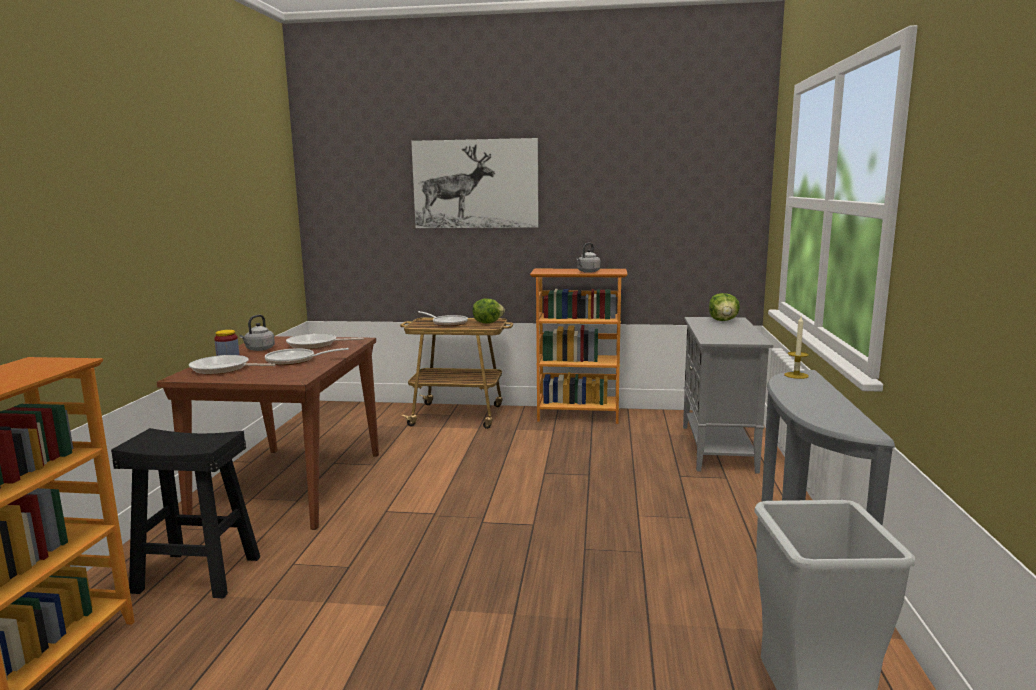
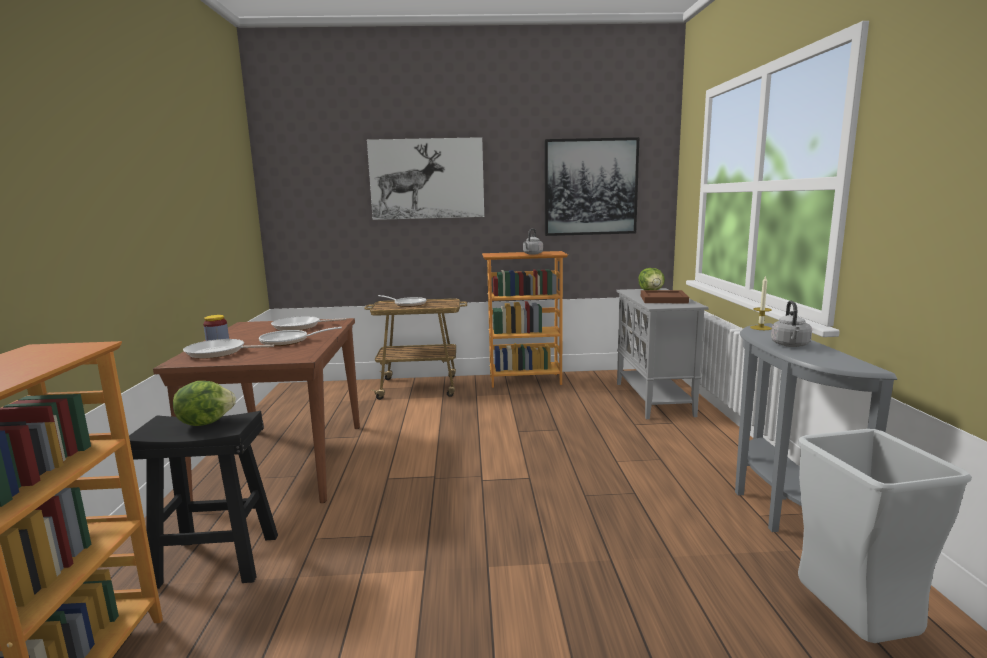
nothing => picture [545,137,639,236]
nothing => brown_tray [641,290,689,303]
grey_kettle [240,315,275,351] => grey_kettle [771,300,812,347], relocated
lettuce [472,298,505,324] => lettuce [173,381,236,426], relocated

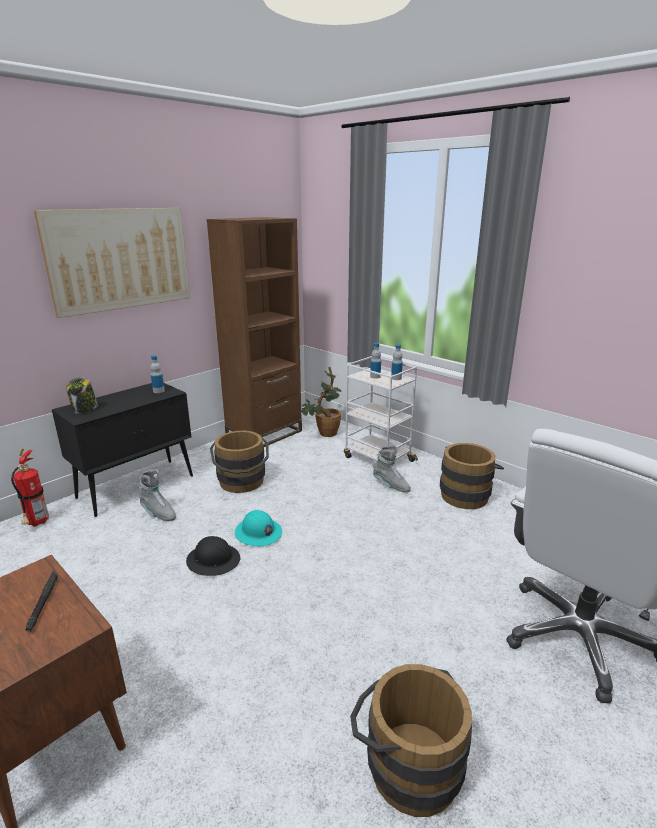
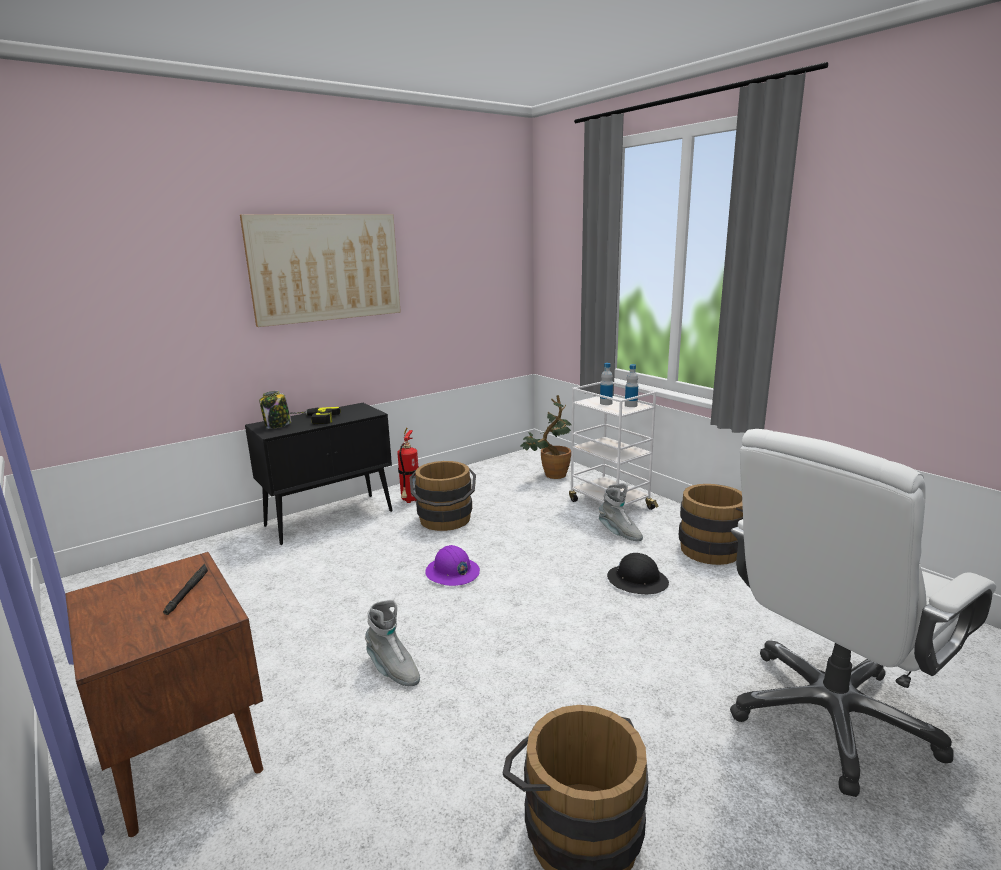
bottle [150,355,165,393] => nothing
brown_bookcase [207,217,302,447] => nothing
nothing => power_drill [290,407,341,425]
fire_extinguisher [11,449,49,527] => fire_extinguisher [397,428,419,503], relocated
grey_boot [138,469,176,521] => grey_boot [365,600,420,686], relocated
black_hard_hat [186,536,240,576] => black_hard_hat [607,553,669,595], relocated
turquoise_hard_hat [235,510,282,546] => purple_hard_hat [425,545,480,586]

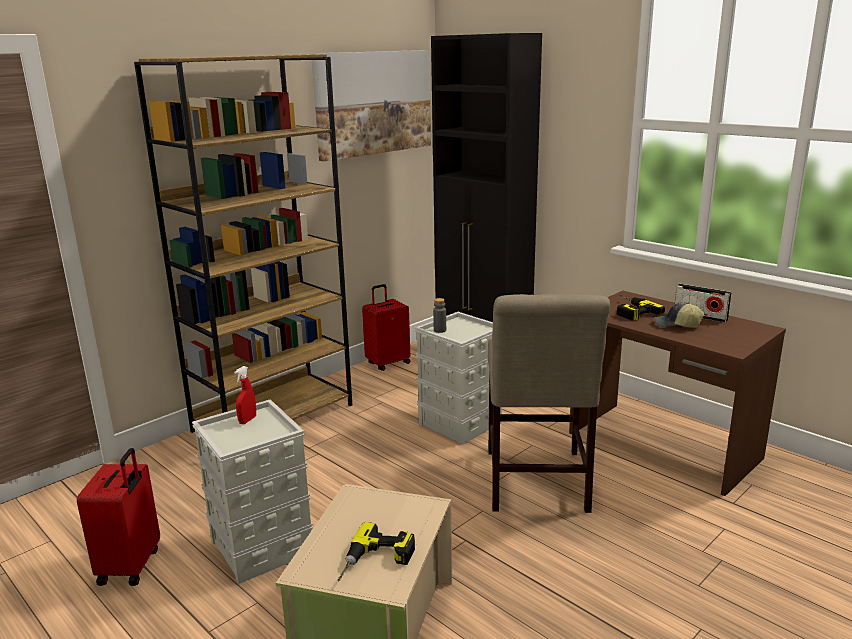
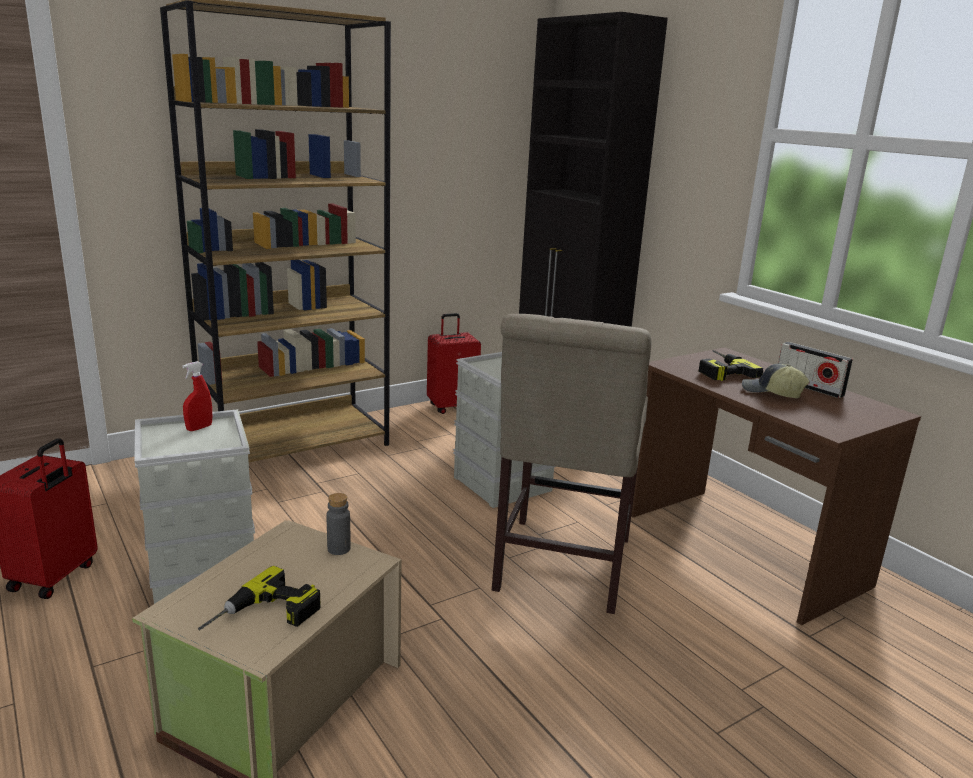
picture [311,50,431,161] => nothing
grey_bottle [433,298,446,333] => grey_bottle [326,493,351,555], relocated

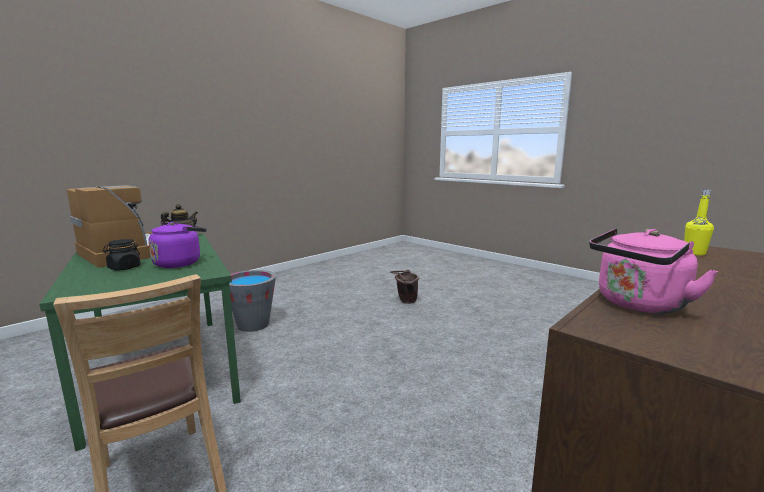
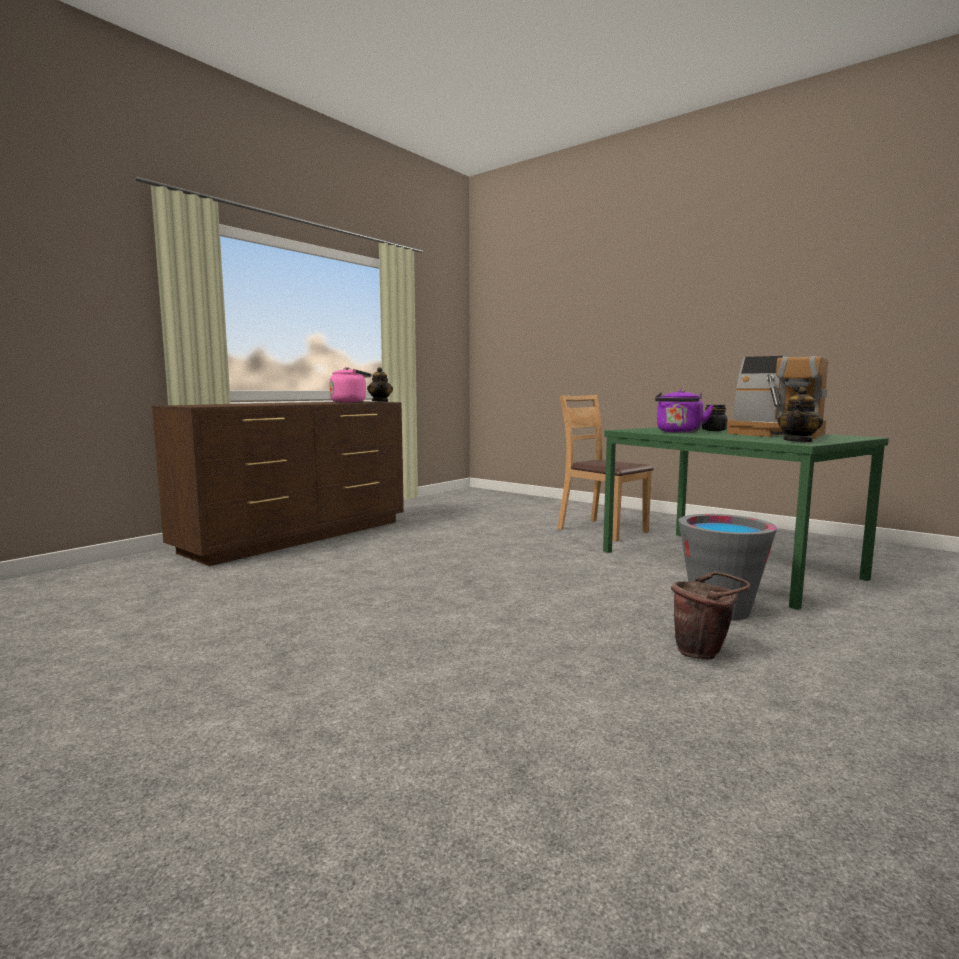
yellow_bottle [684,189,714,255] => nothing
nothing => teapot [367,367,393,402]
brown_bucket [390,270,419,304] => brown_bucket [671,571,750,660], relocated

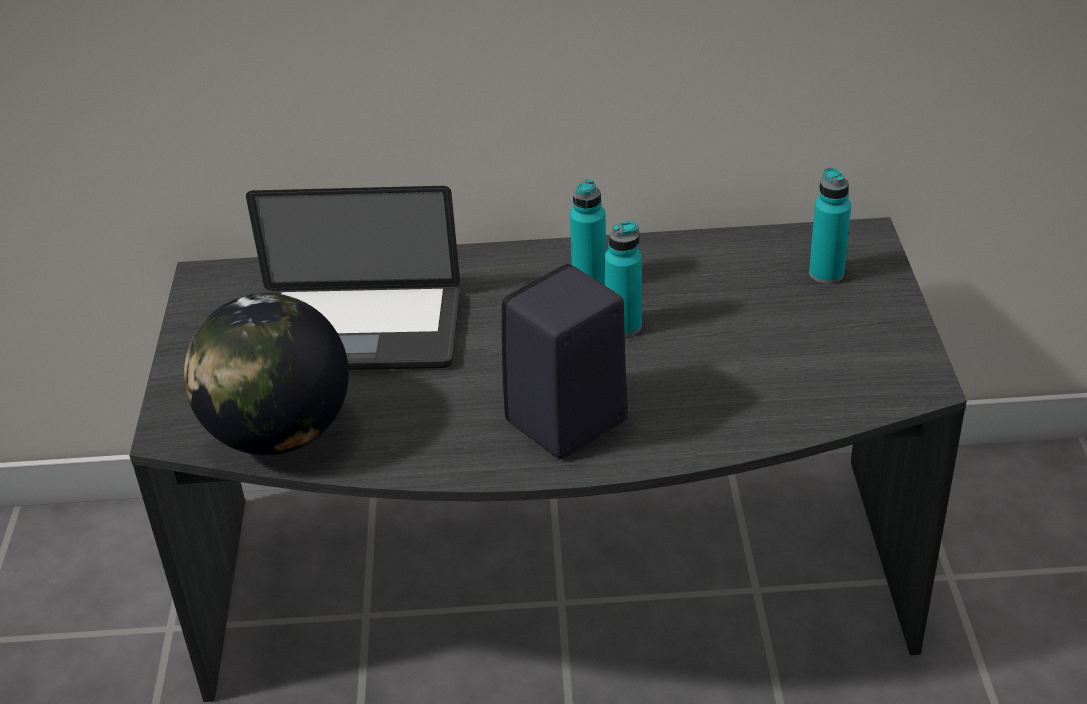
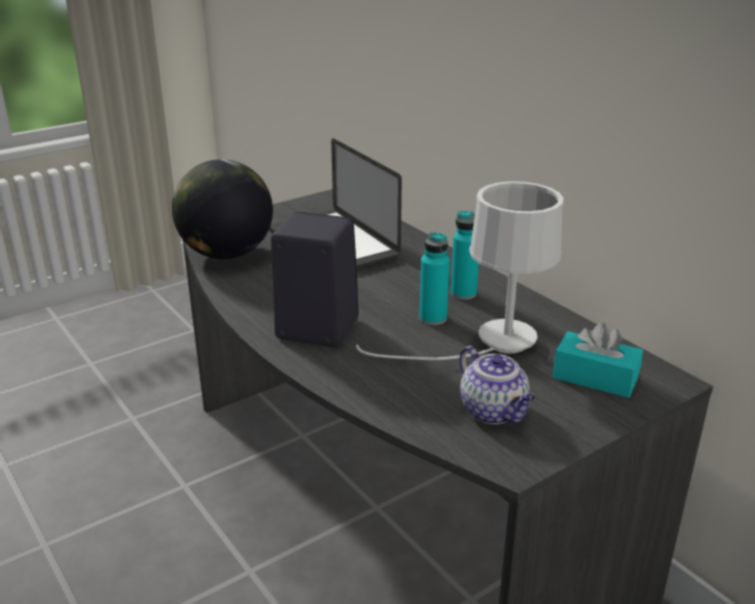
nothing => white_table_lamp [356,181,564,360]
nothing => teapot [460,346,535,424]
turquoise_bottle [809,167,851,284] => turquoise_tissue_box [553,322,643,398]

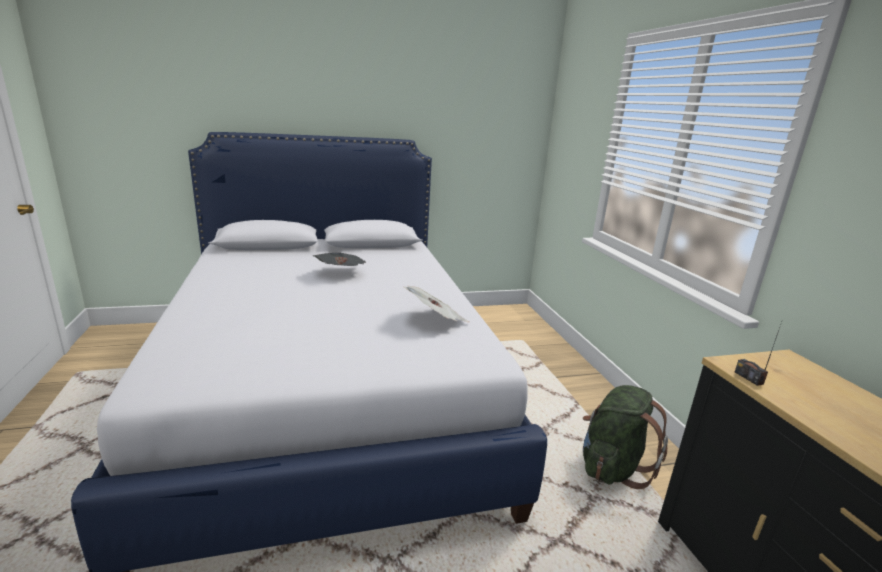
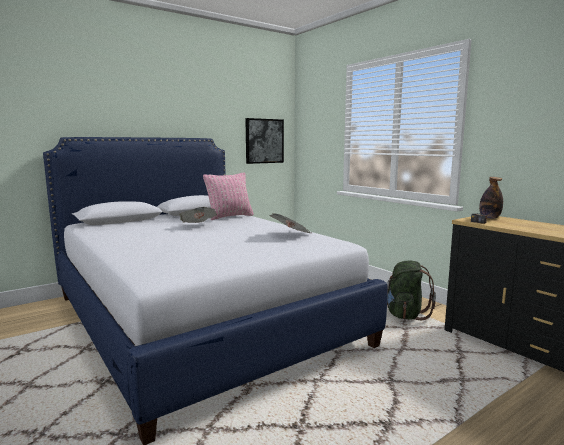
nothing => pink_pillow [203,172,254,220]
nothing => picture [245,118,284,164]
nothing => bottle [479,177,503,219]

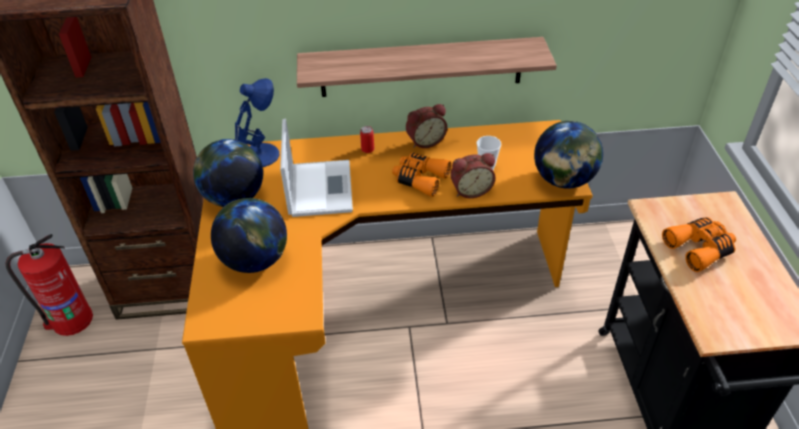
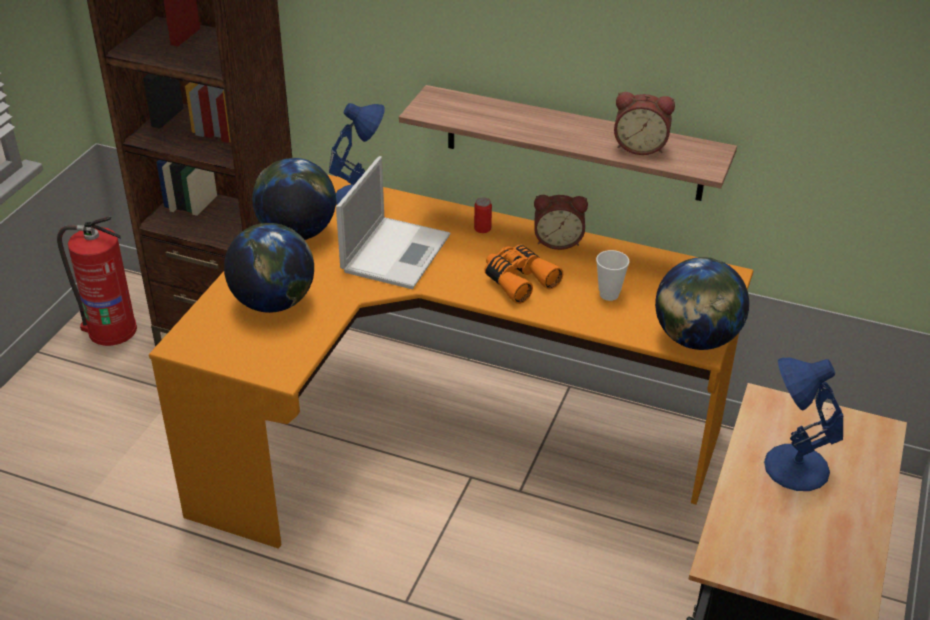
alarm_clock [450,153,495,198] => alarm_clock [614,92,675,155], relocated
orange_binoculars [662,217,736,272] => blue_table_lamp [764,358,843,491]

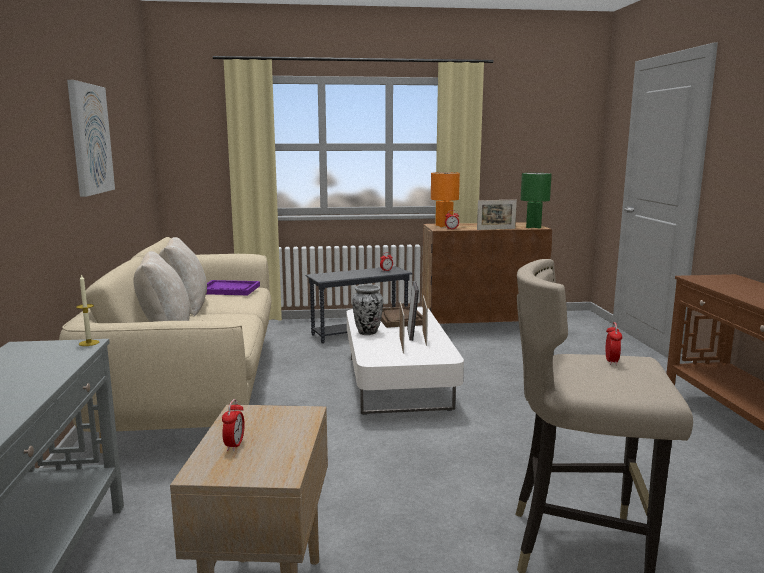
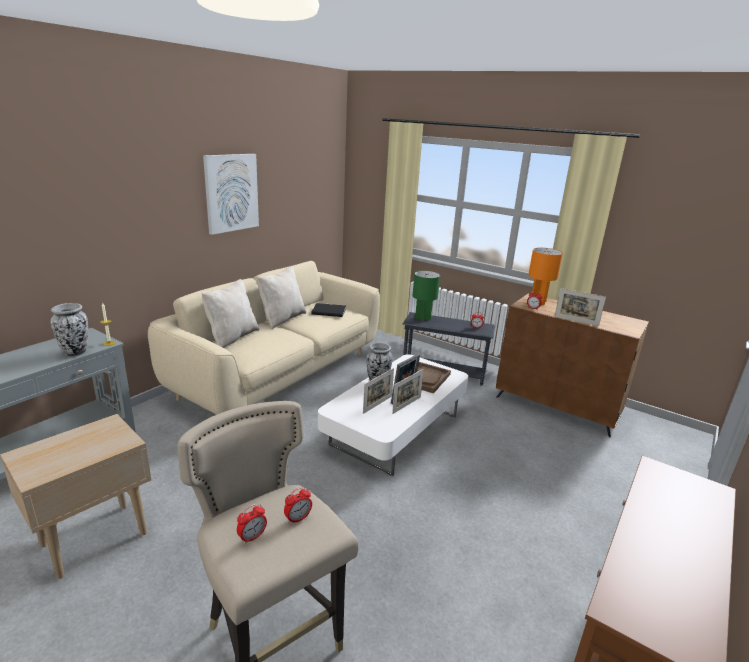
nothing => vase [50,303,88,357]
alarm_clock [222,399,245,451] => alarm_clock [237,504,267,544], relocated
green_table_lamp [521,173,552,229] => green_table_lamp [412,270,440,322], relocated
purple_tray [207,280,260,295] => black_book [311,303,346,317]

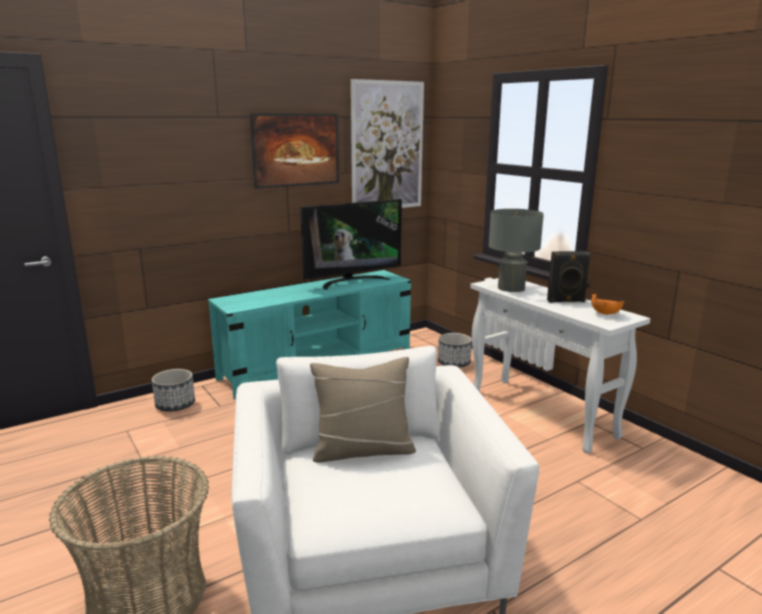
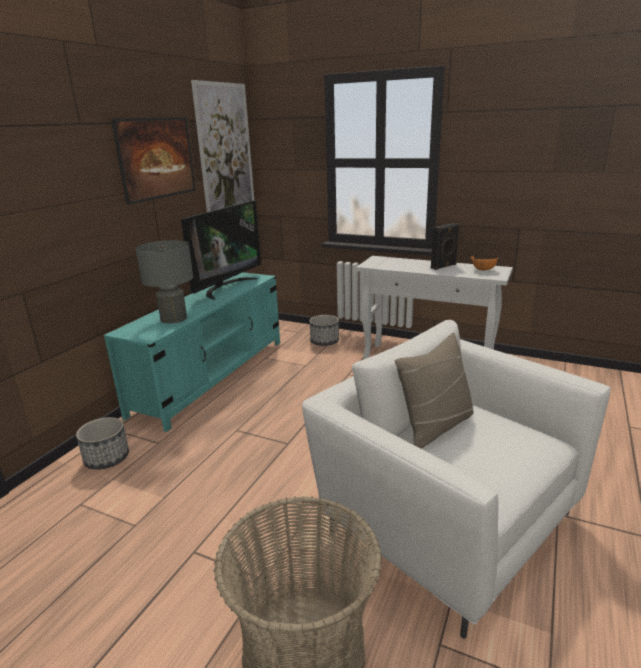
grey_table_lamp [489,209,544,292] => grey_table_lamp [135,240,193,324], relocated

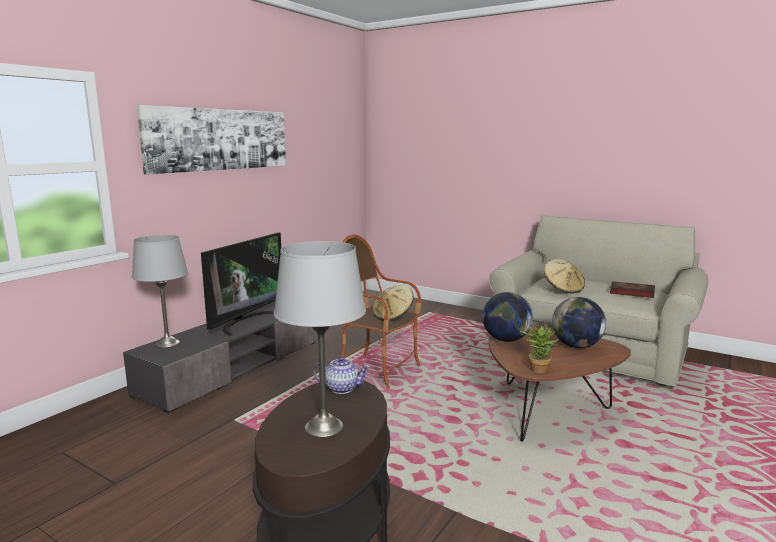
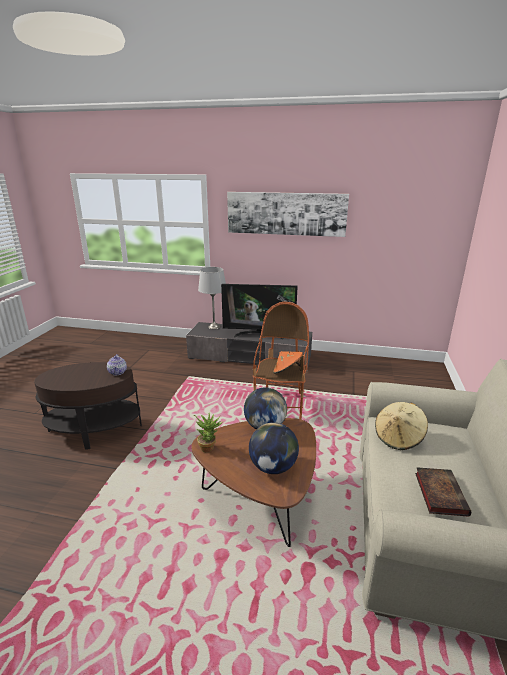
grey_table_lamp [274,241,366,437] => nothing
beige_hat [372,285,414,321] => orange_hat [273,351,306,374]

